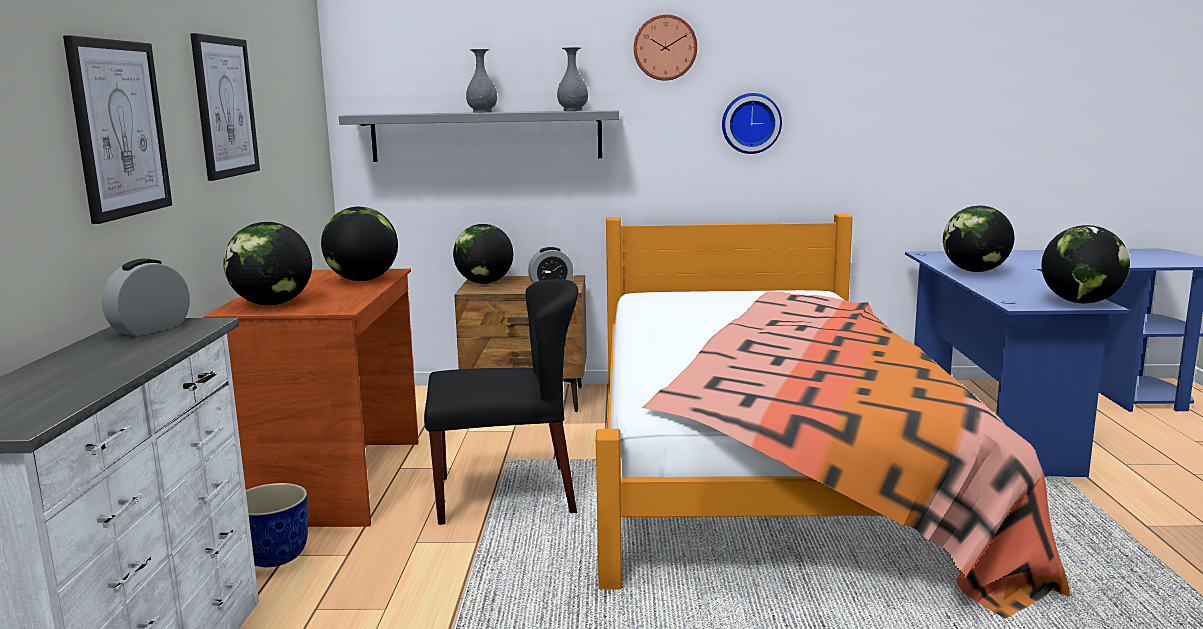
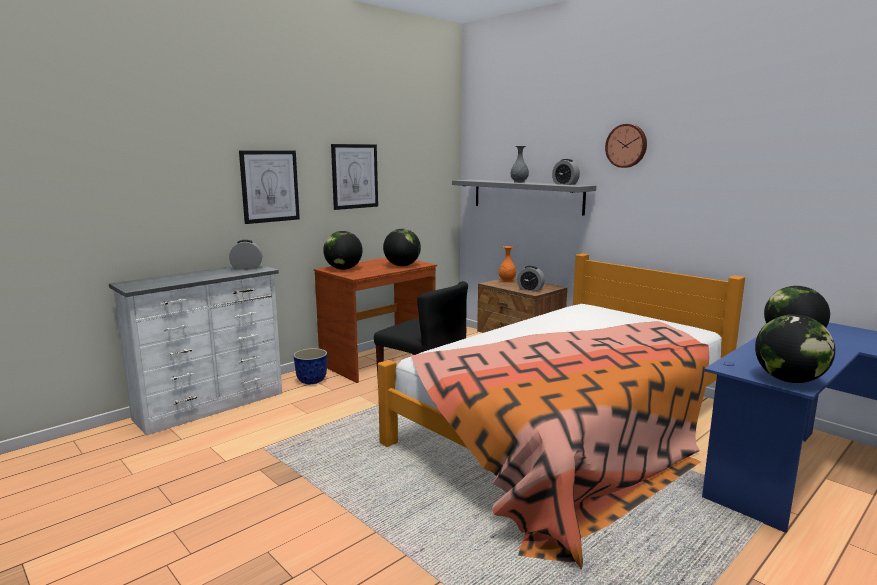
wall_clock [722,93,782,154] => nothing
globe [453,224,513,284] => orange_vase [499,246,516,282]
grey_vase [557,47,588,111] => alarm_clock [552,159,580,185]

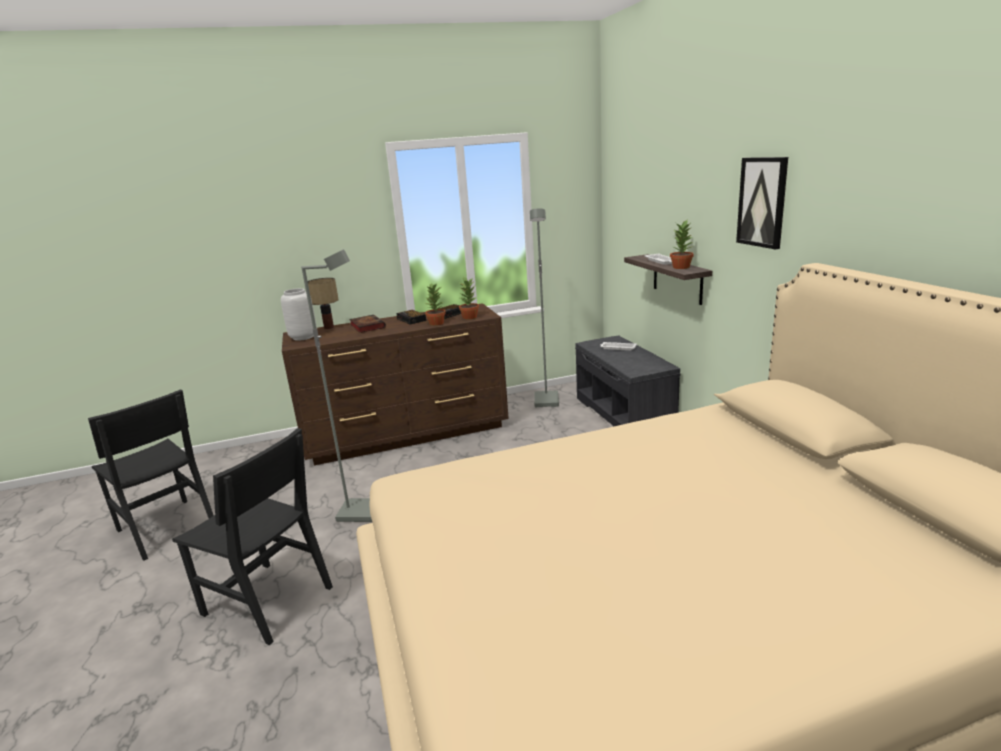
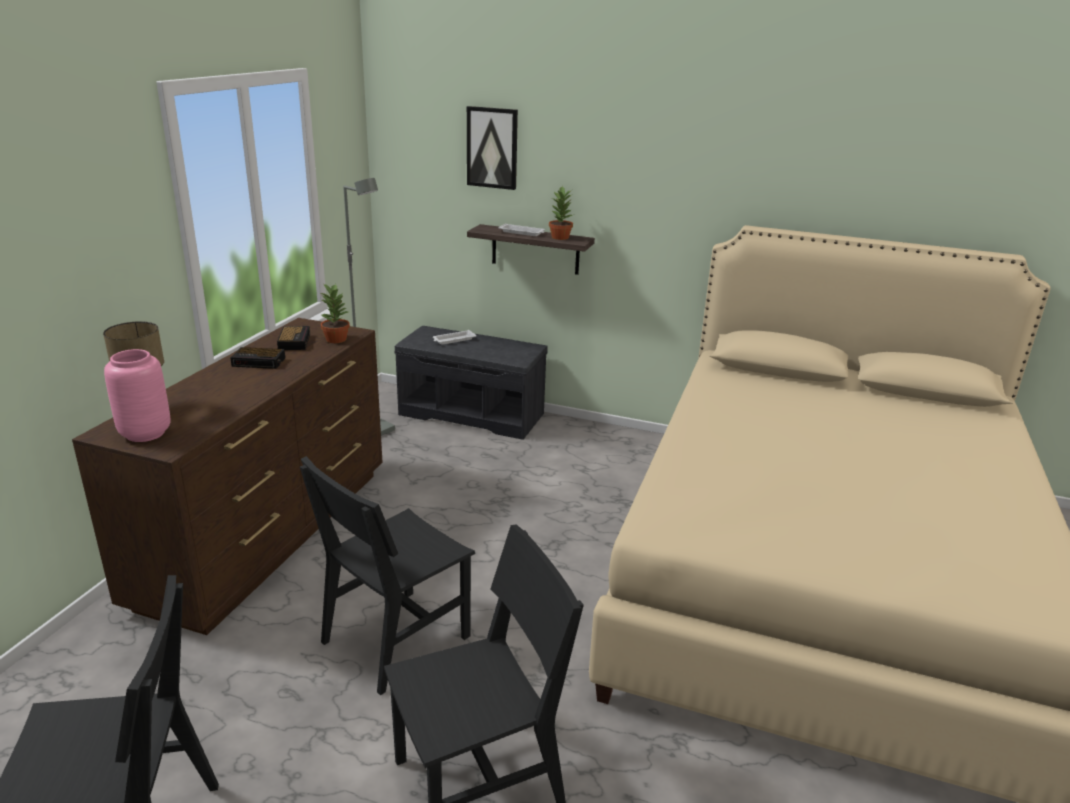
book [349,315,386,333] => nothing
potted_plant [425,283,446,326] => nothing
picture [736,157,788,250] => picture [467,106,518,190], relocated
grey_floor_lamp [301,249,372,522] => black_chair [300,456,475,696]
grey_vase [281,288,317,341] => pink_vase [104,349,171,442]

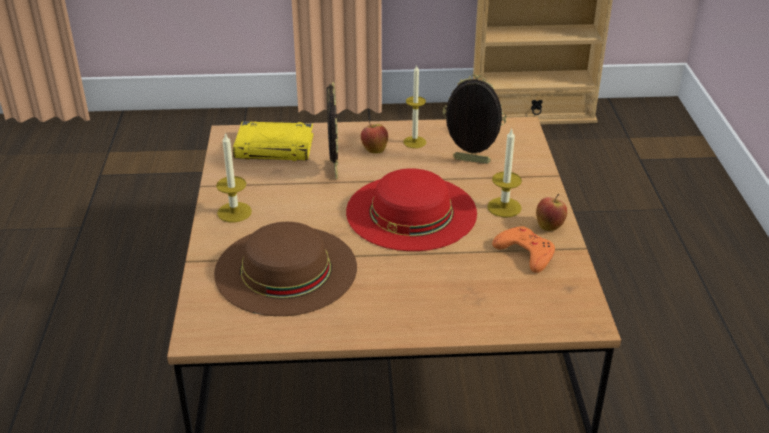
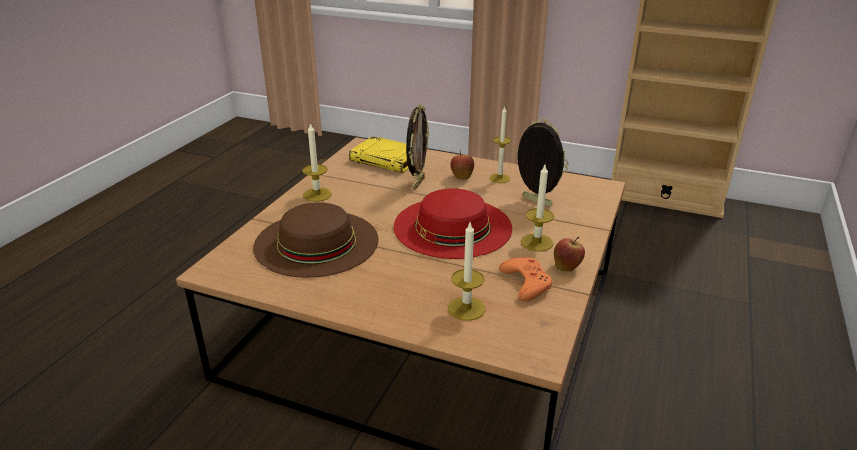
nothing => candle [448,223,485,321]

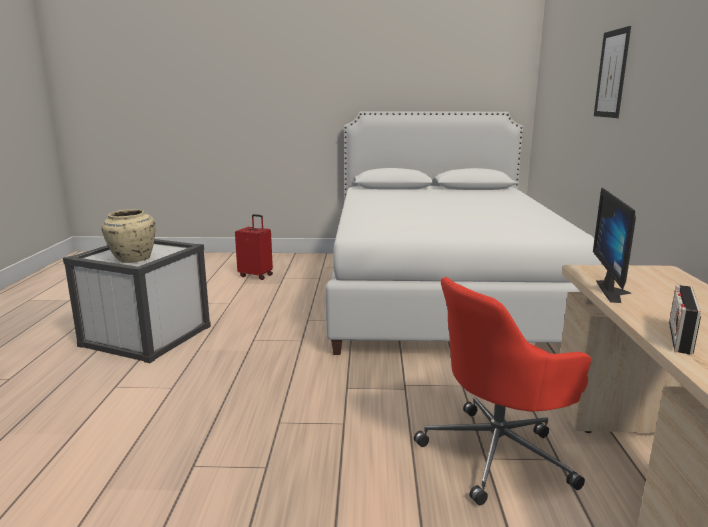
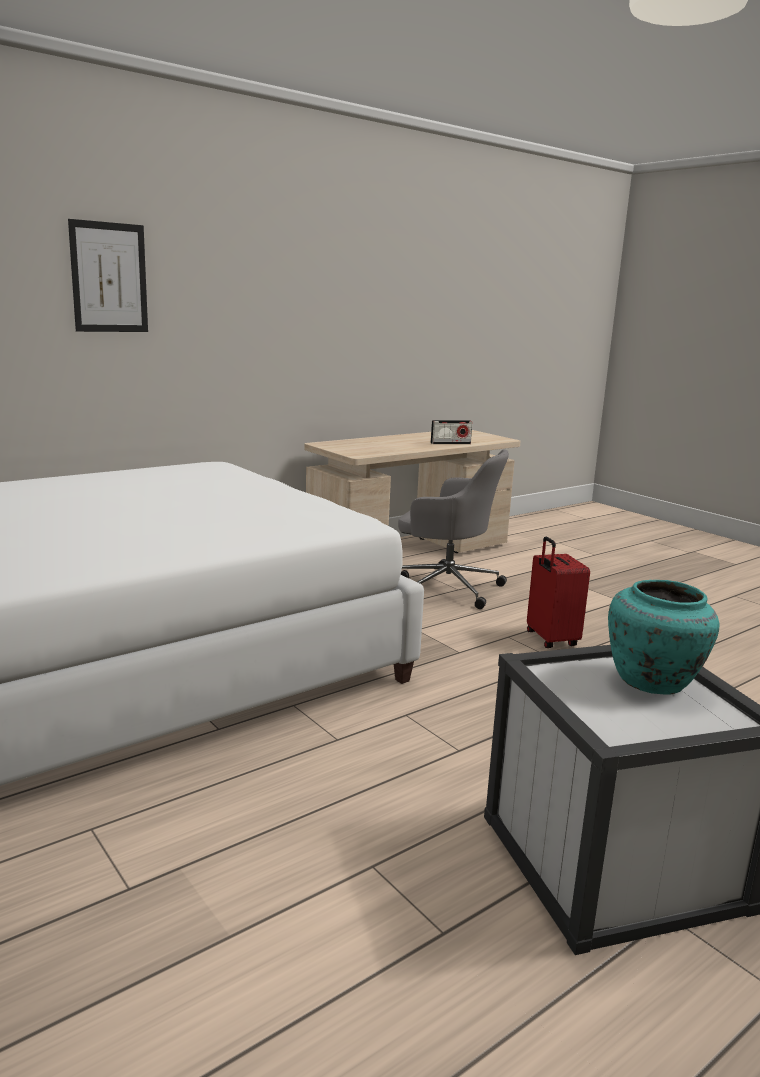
monitor [593,188,636,303] => nothing
red_suitcase [235,214,273,280] => red_suitcase [527,537,590,648], relocated
beige_vase [102,209,156,263] => turquoise_vase [608,580,719,695]
red_office_chair [414,277,591,505] => grey_office_chair [398,449,509,609]

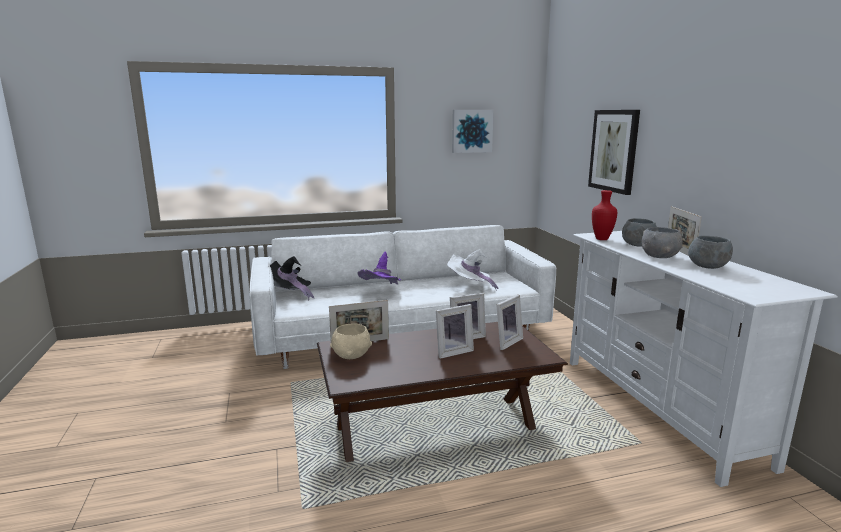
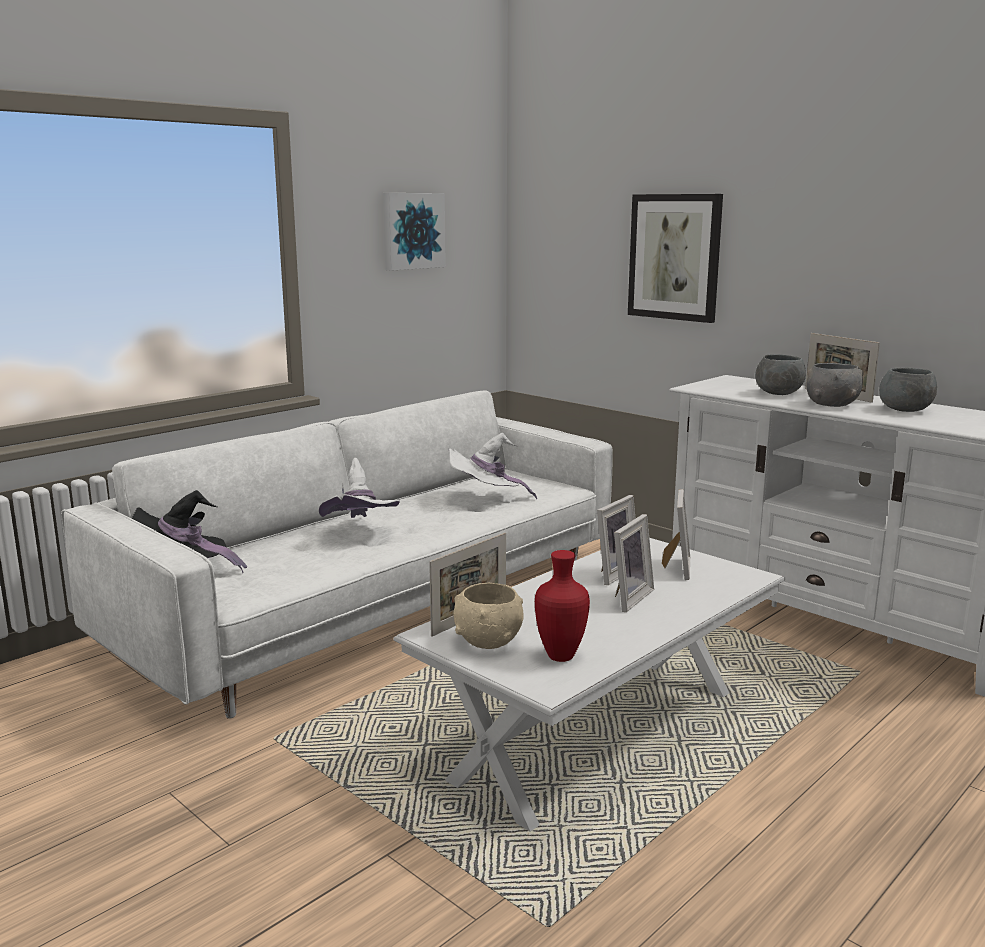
red_vase [592,190,617,240] => red_vase [535,550,590,662], relocated
brown_coffee_table [317,322,568,462] => white_coffee_table [393,538,785,832]
purple_hat [357,252,401,285] => white_hat [319,458,400,518]

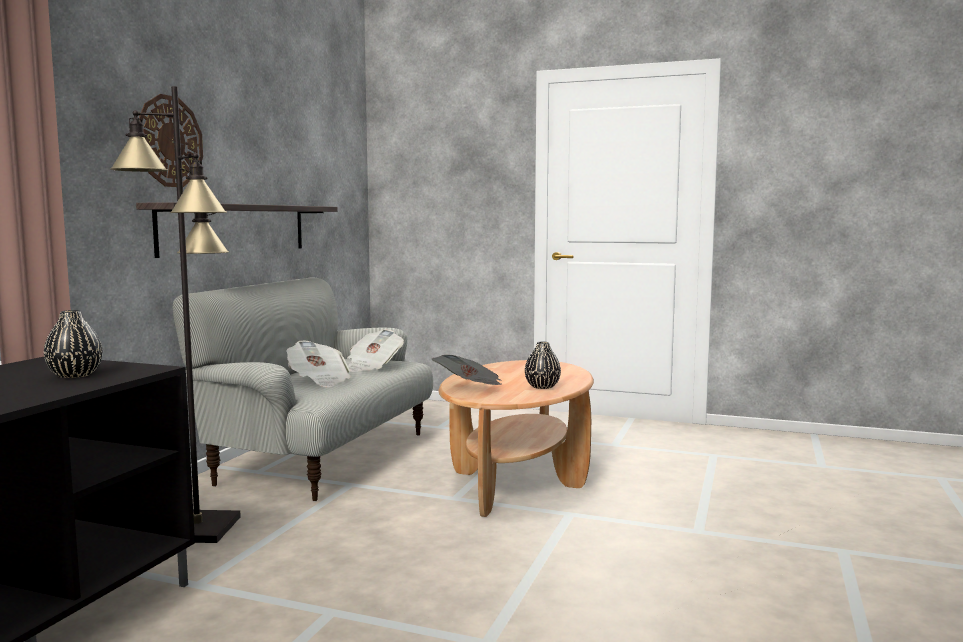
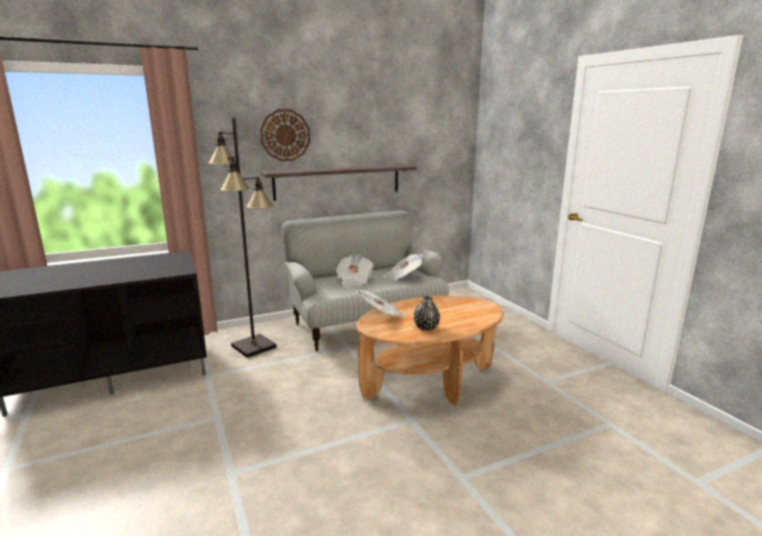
black_vase [44,310,103,378] => nothing

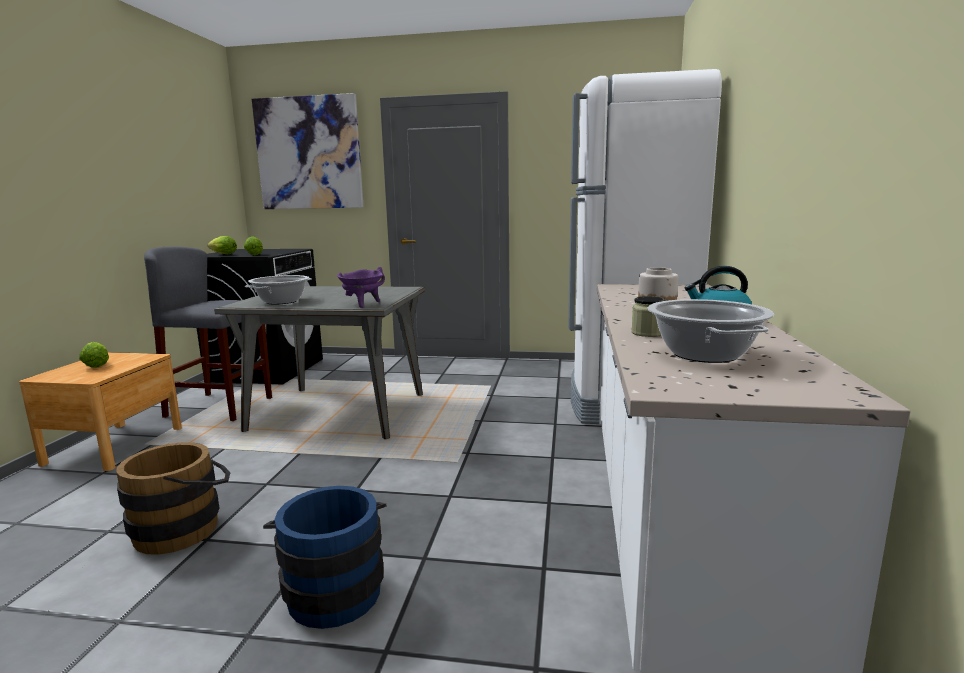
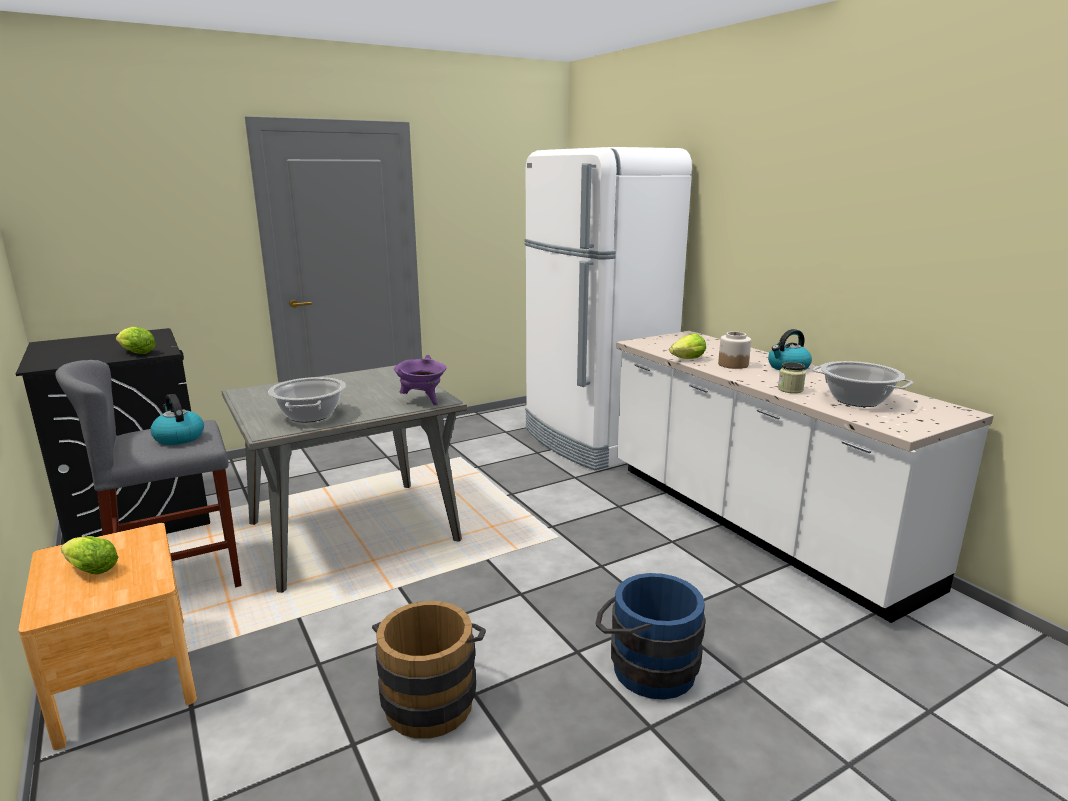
picture [252,93,364,209] => nothing
nothing => kettle [150,394,204,445]
lettuce [207,236,237,254] => lettuce [669,334,706,359], relocated

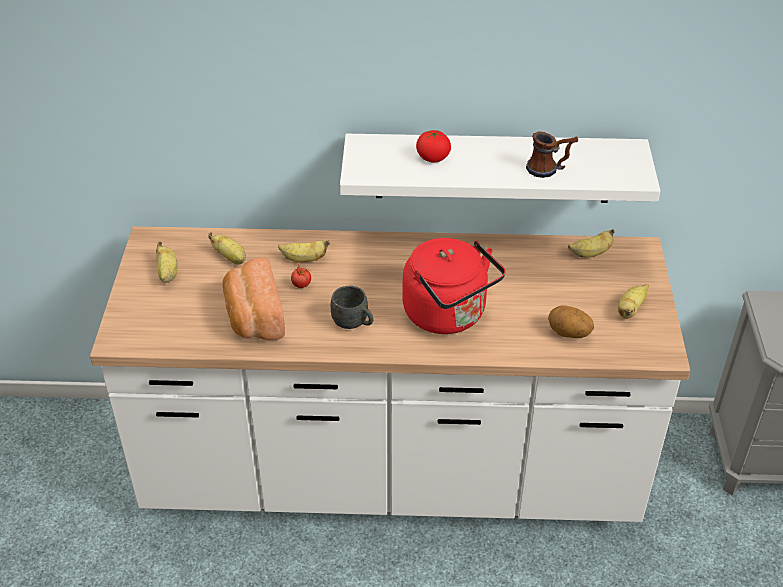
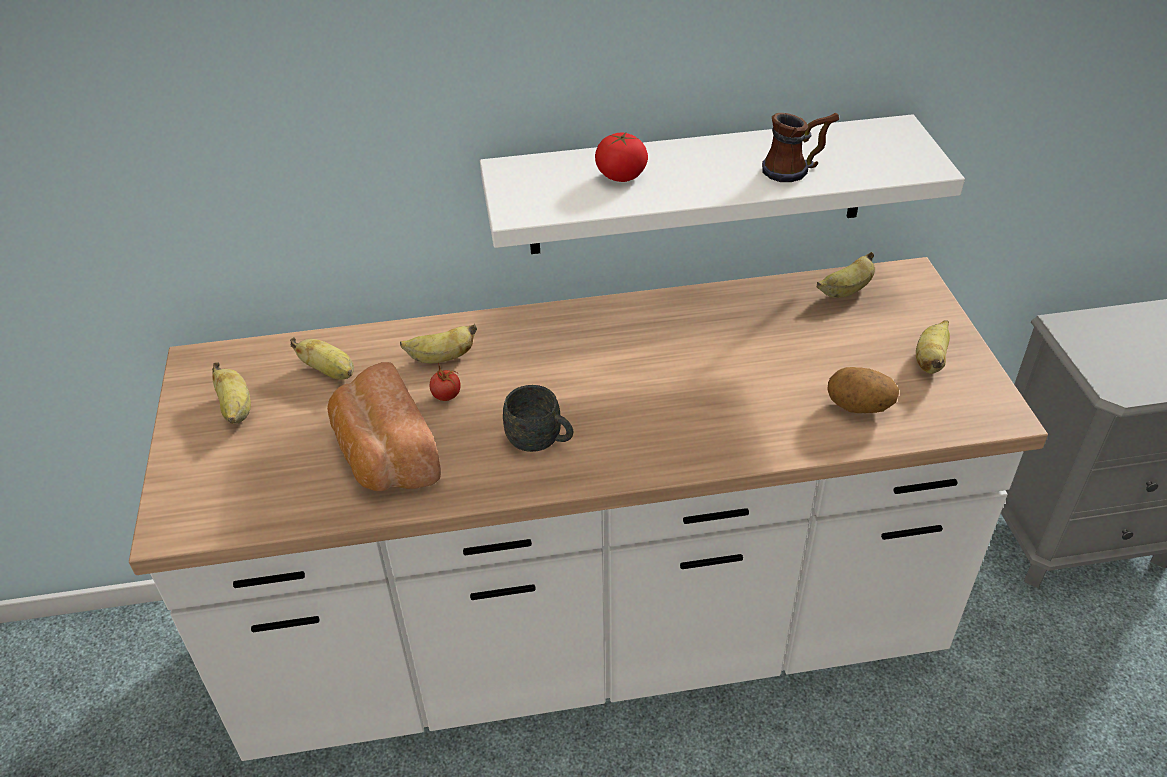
red_kettle [402,238,506,334] => nothing

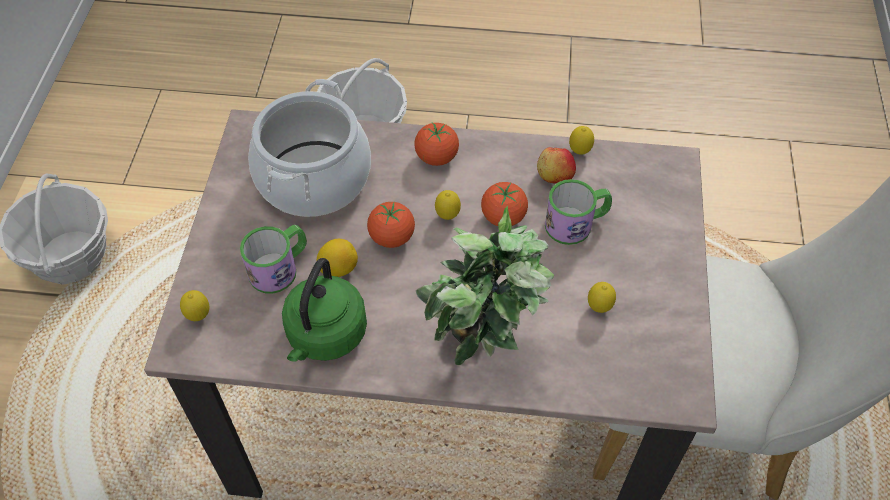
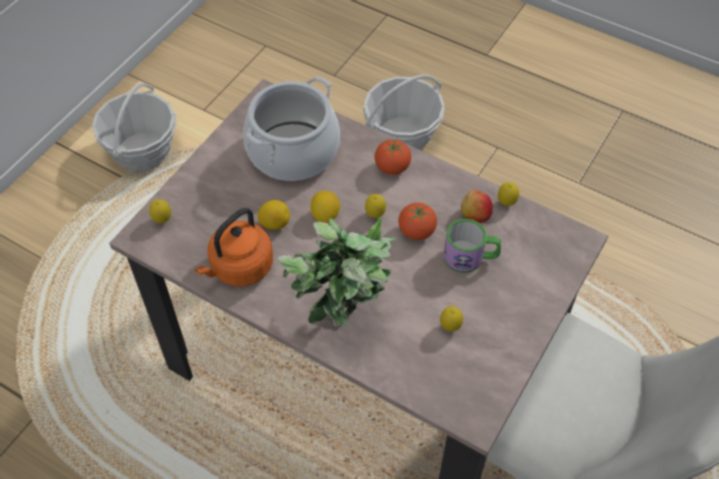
mug [240,225,307,294] => nothing
tomato [367,202,415,248] => lemon [311,191,340,223]
green_kettle [282,258,367,362] => orange_kettle [195,208,273,287]

